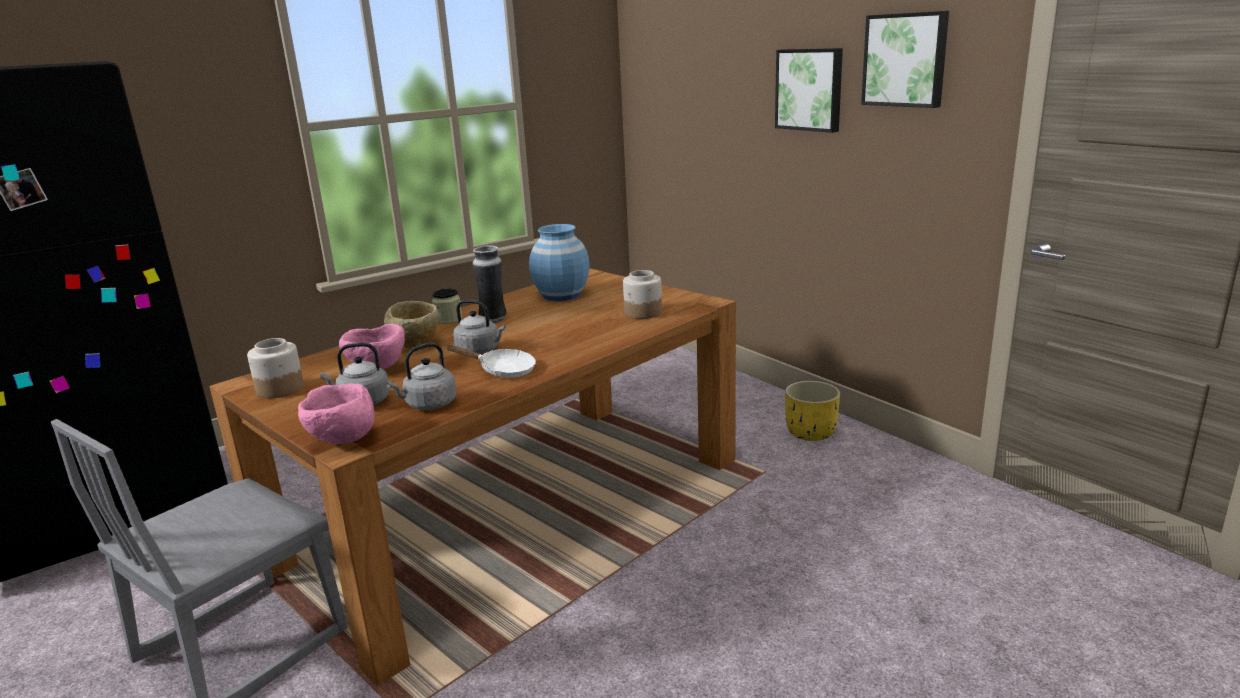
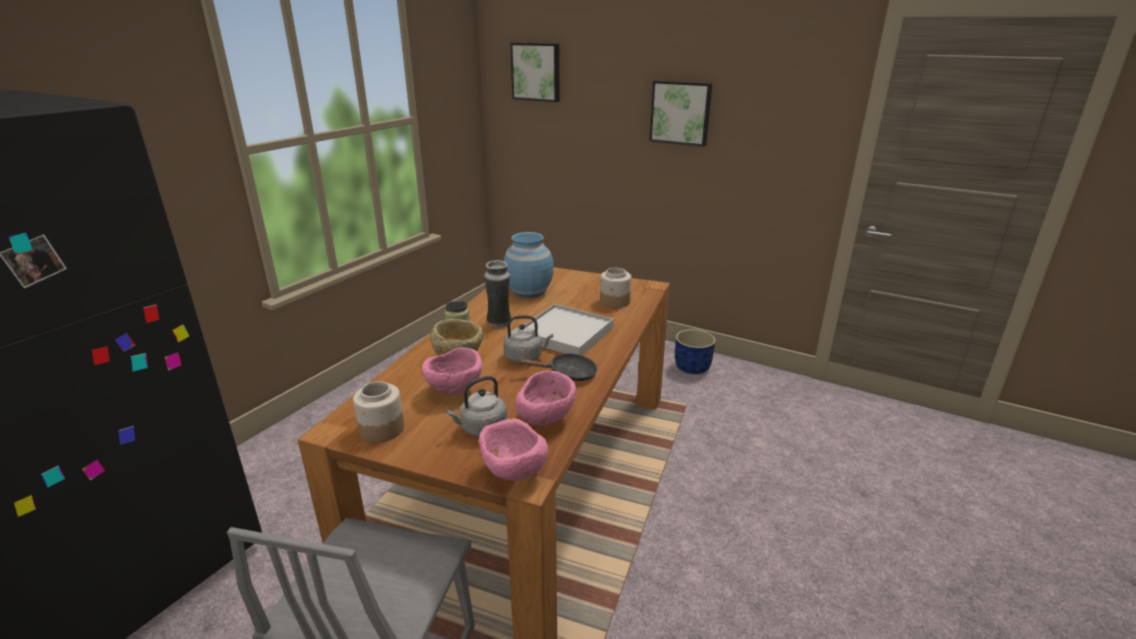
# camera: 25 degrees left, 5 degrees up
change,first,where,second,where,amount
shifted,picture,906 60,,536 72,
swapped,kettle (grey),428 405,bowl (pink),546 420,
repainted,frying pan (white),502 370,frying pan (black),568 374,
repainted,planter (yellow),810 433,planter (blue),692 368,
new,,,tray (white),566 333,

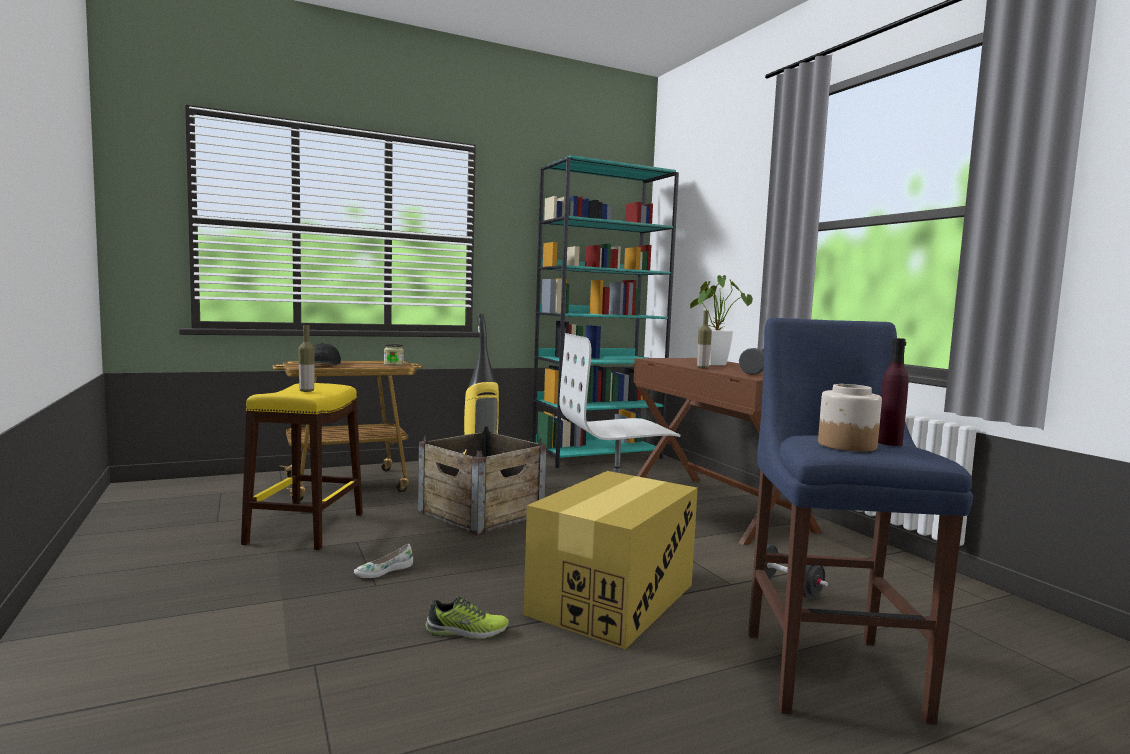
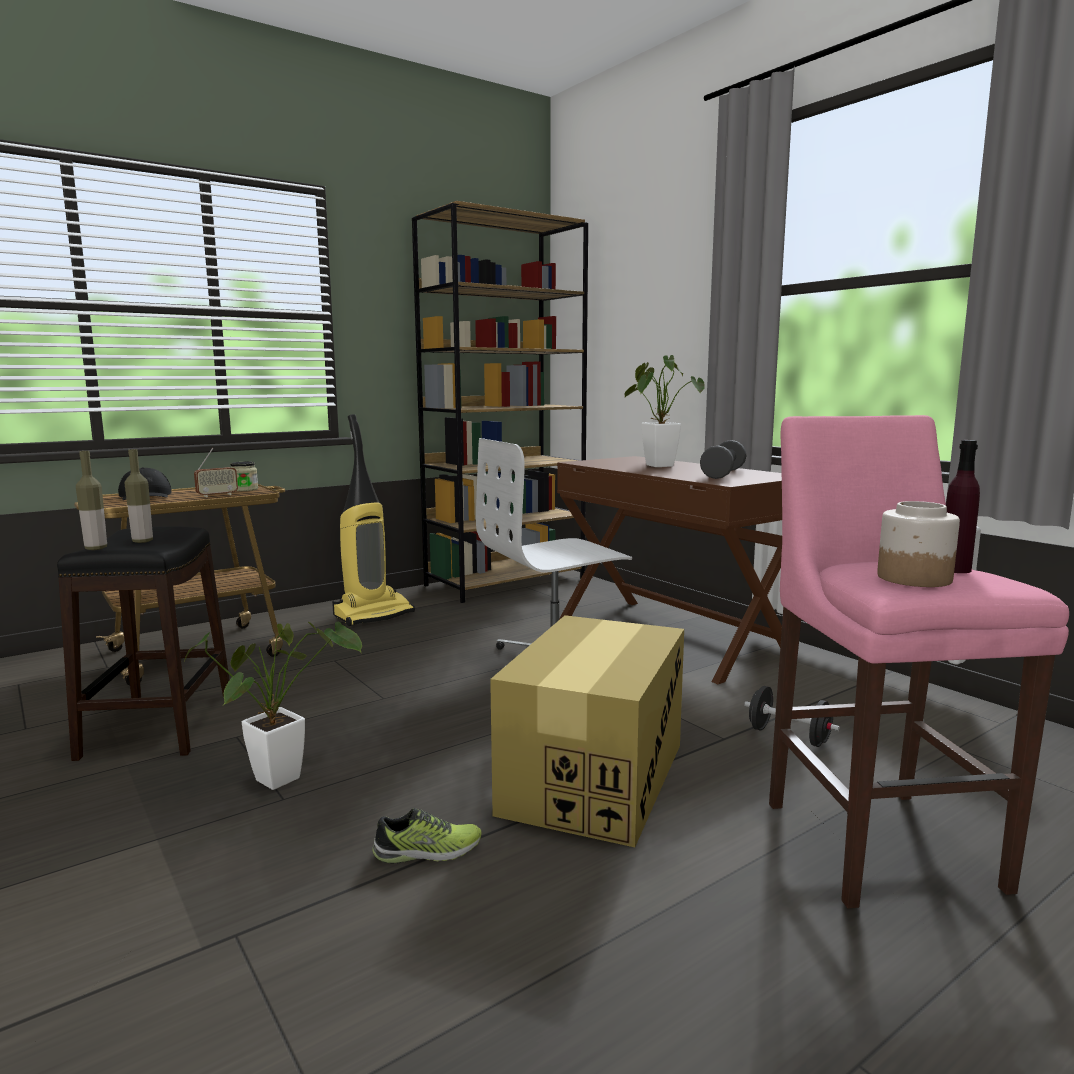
# camera: 10 degrees left, 5 degrees up
change,first,where,second,where,amount
repainted,bookcase (turquoise),597 456,bookcase (brown),506 582,
shifted,bottle,702 368,,96 548,
repainted,stool (blue),829 668,stool (pink),875 837,
repainted,stool (yellow),305 528,stool (black),157 725,
gone,crate,480 513,,,
swapped,shoe (white),383 571,potted plant,287 776,
new,,,radio,217 495,

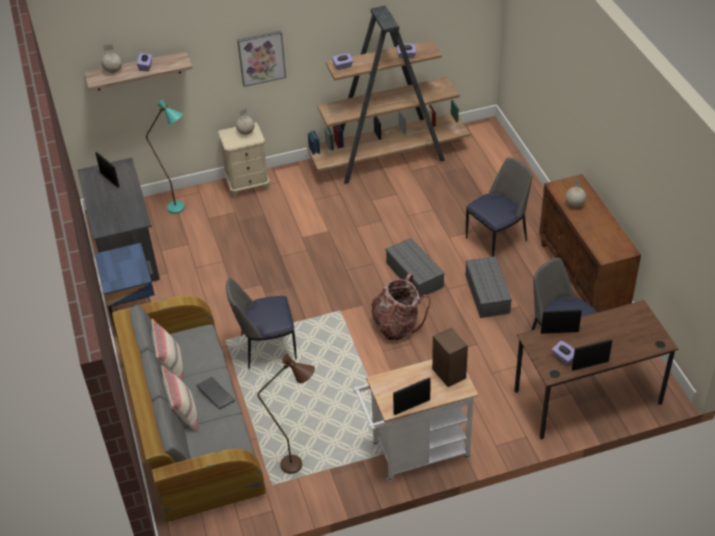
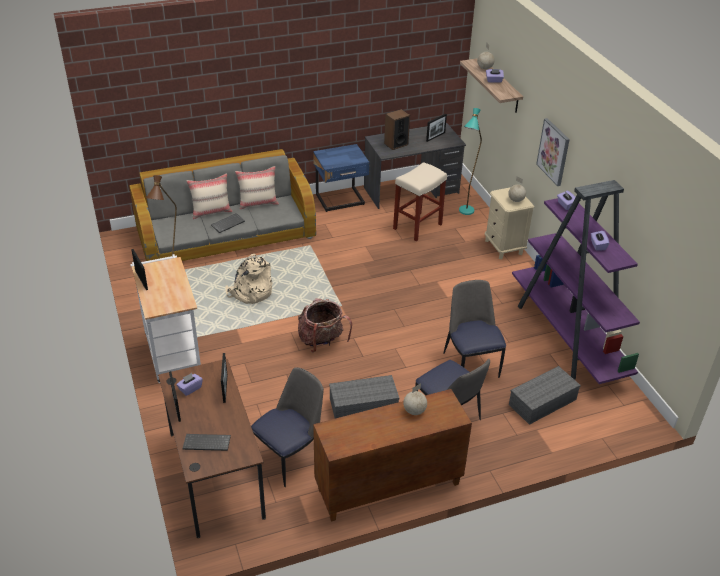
# camera: 85 degrees right, 5 degrees down
change,first,where,second,where,amount
repainted,bookcase (brown),389 157,bookcase (purple),567 337,
shifted,storage box (grey),415 275,,542 403,
shifted,chair,266 348,,470 364,
shifted,speaker,449 373,,396 144,
new,,,stool (beige),417 227,
new,,,backpack (beige),250 292,
new,,,keyboard,206 444,

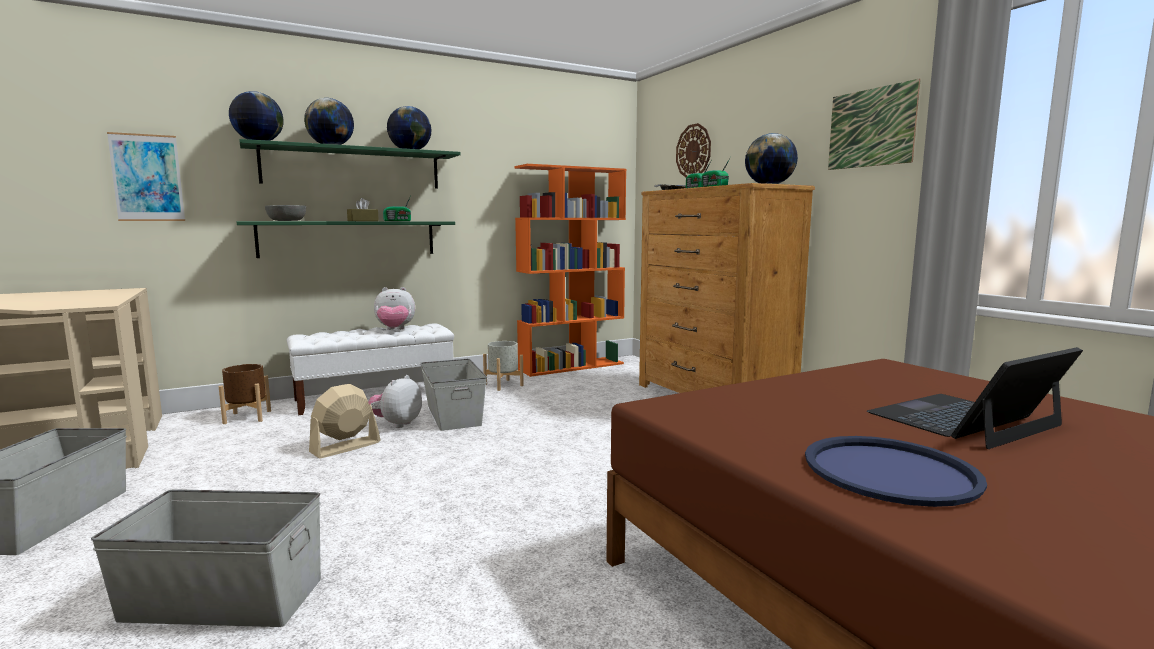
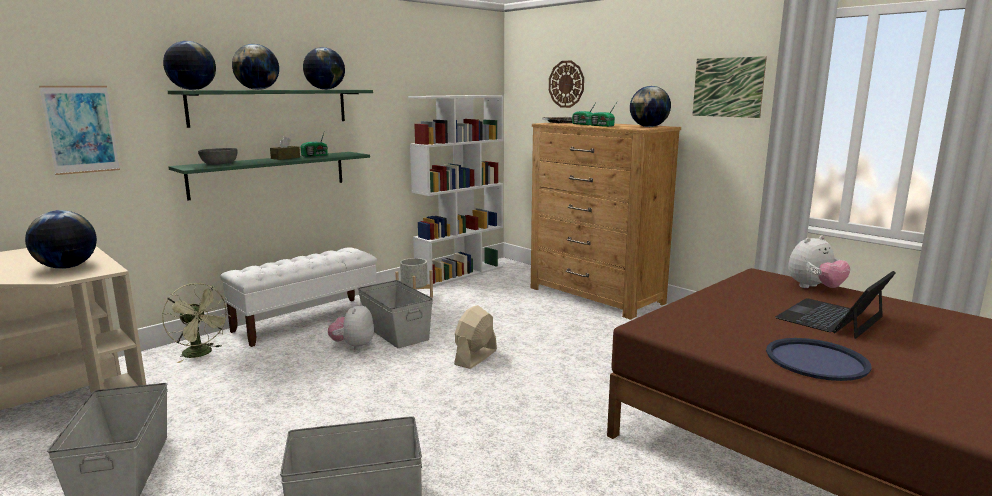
# camera: 15 degrees left, 5 degrees up
change,first,where,second,where,amount
repainted,bookcase (orange),572 366,bookcase (white),460 273,
shifted,plush toy,395 330,,814 288,
swapped,planter (brown),247 417,fan (green),201 354,
shifted,fan (beige),345 447,,475 357,
new,,,globe,67 267,

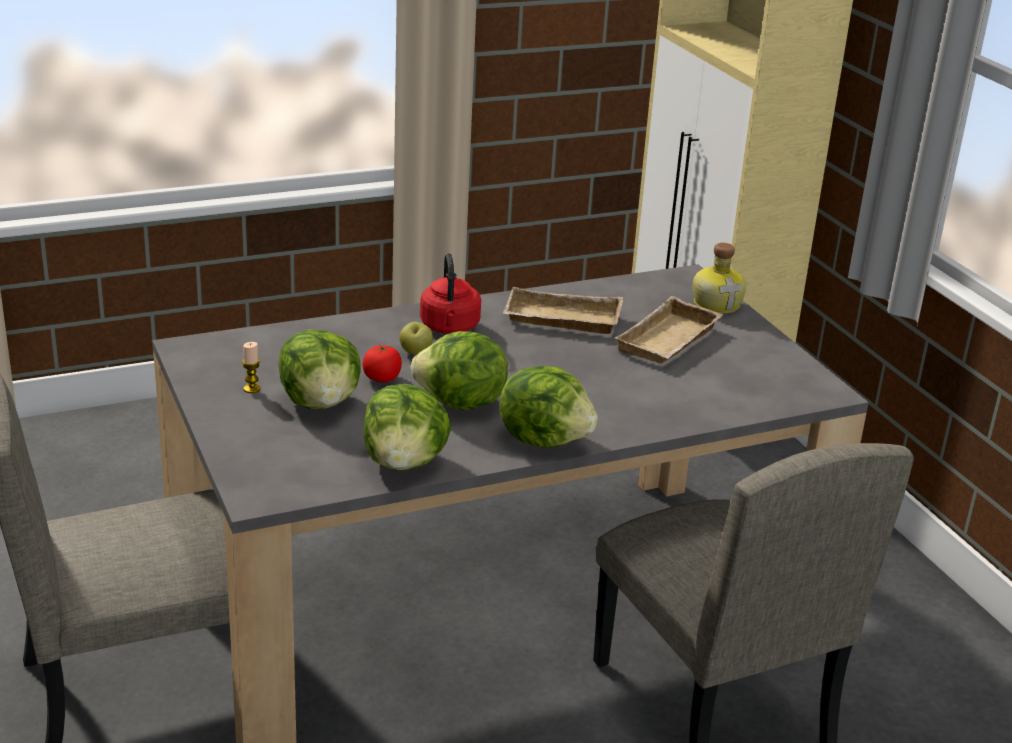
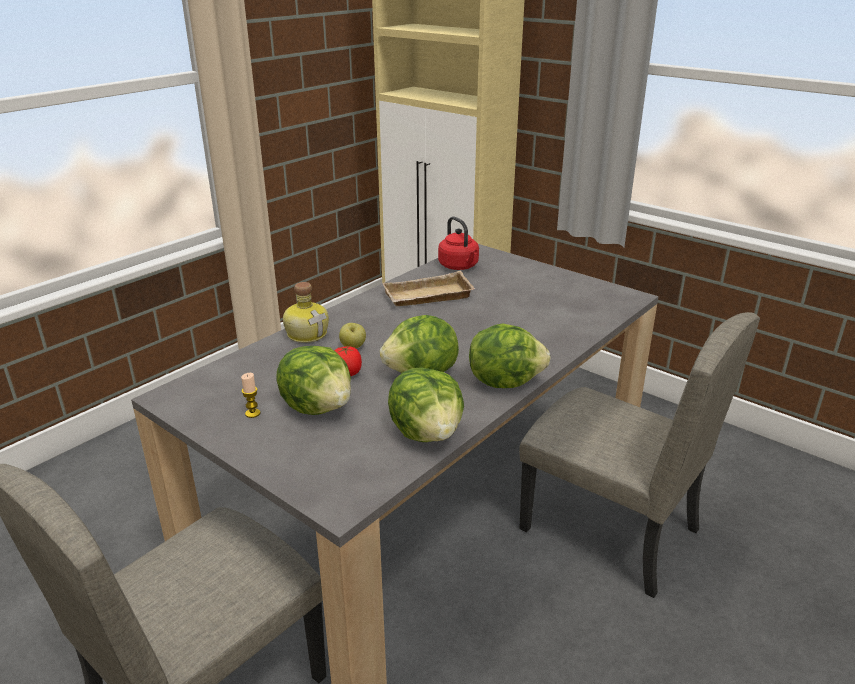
# camera: 25 degrees left, 0 degrees up
change,first,where,second,where,amount
shifted,bottle,717 304,,307 333,
shifted,kettle (red),450 328,,459 266,
gone,tray (beige),670 341,,,

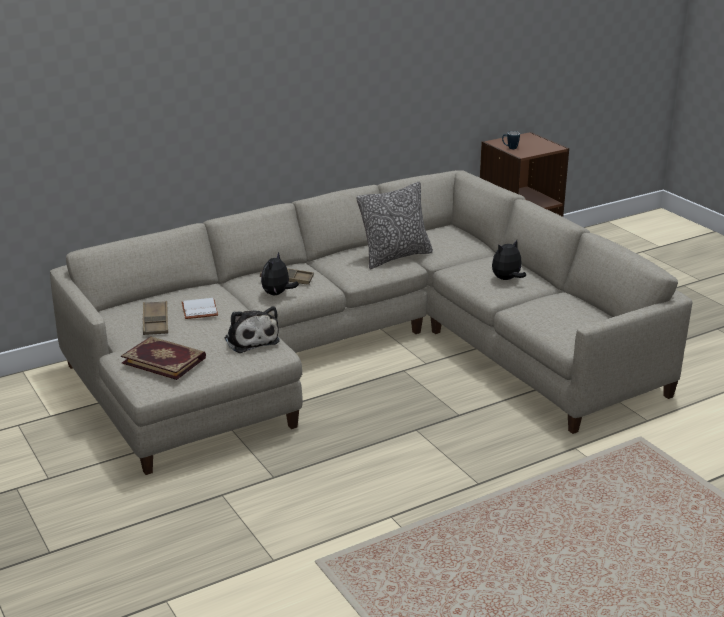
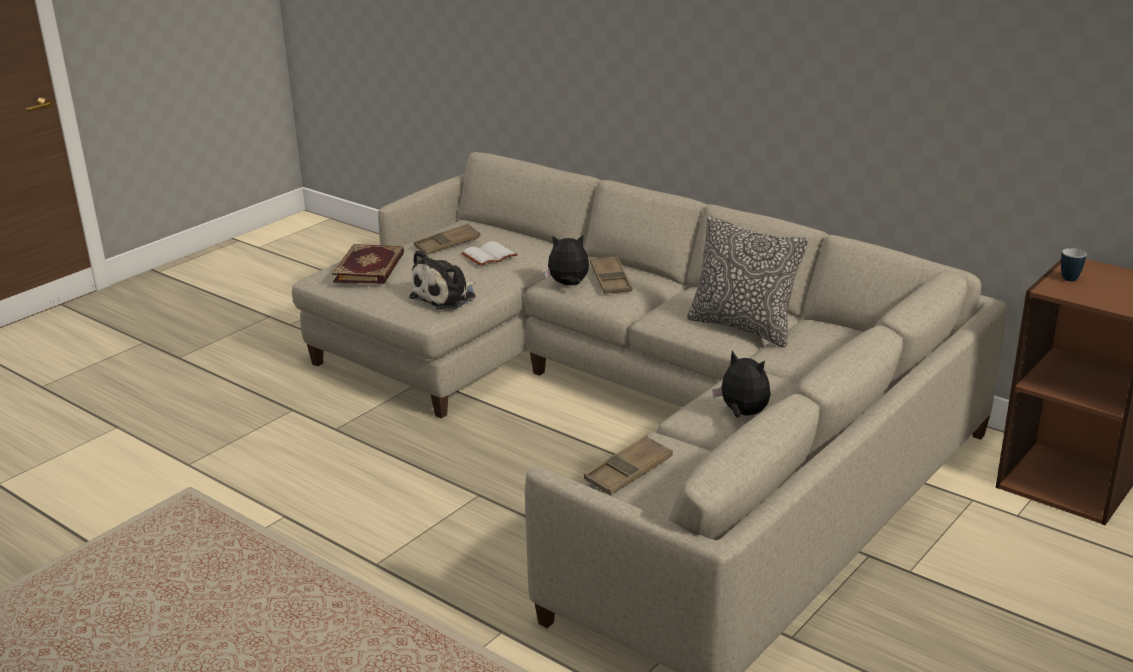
# camera: 70 degrees right, 0 degrees up
change,first,where,second,where,amount
new,,,tray (brown),628 471,

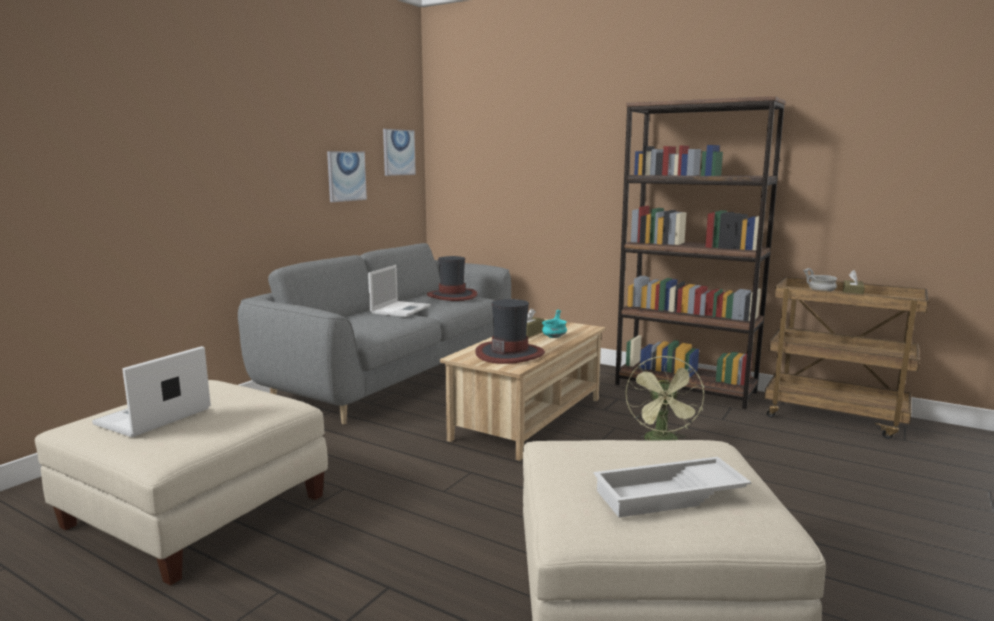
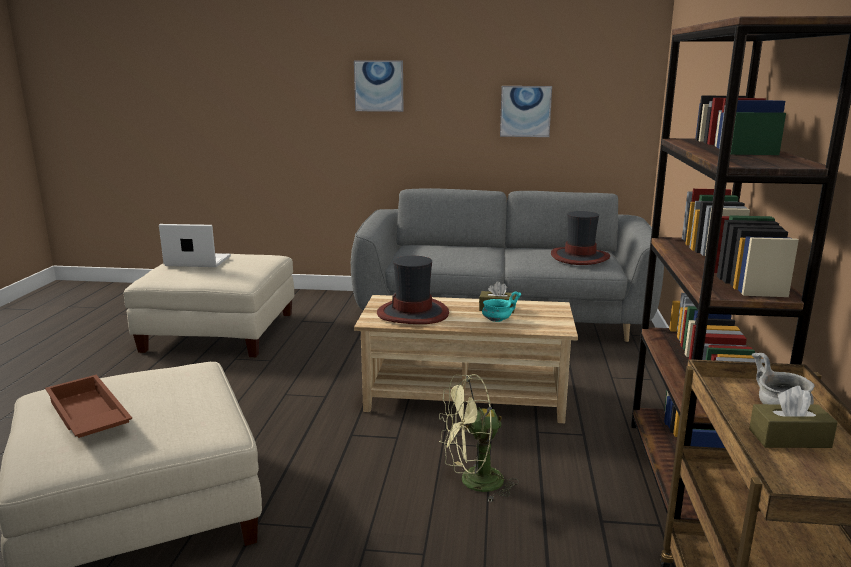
# camera: 65 degrees right, 5 degrees up
change,first,where,second,where,amount
shifted,picture,398 152,,379 86,
gone,laptop,401 309,,,
repainted,tray (white),669 496,tray (brown),86 417,

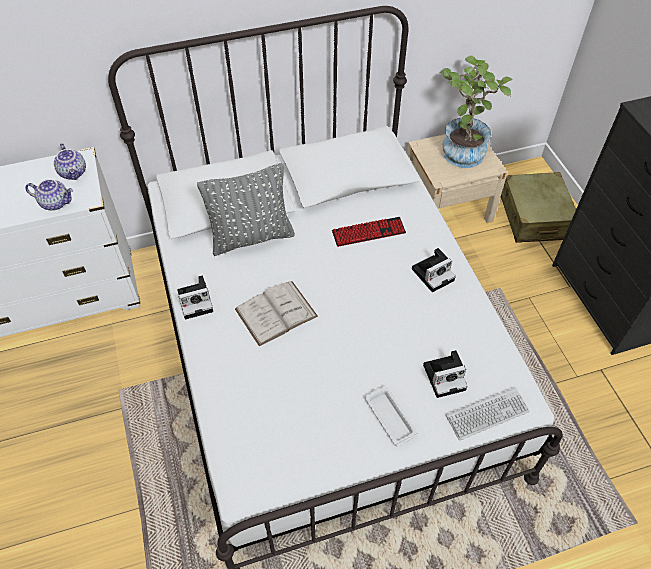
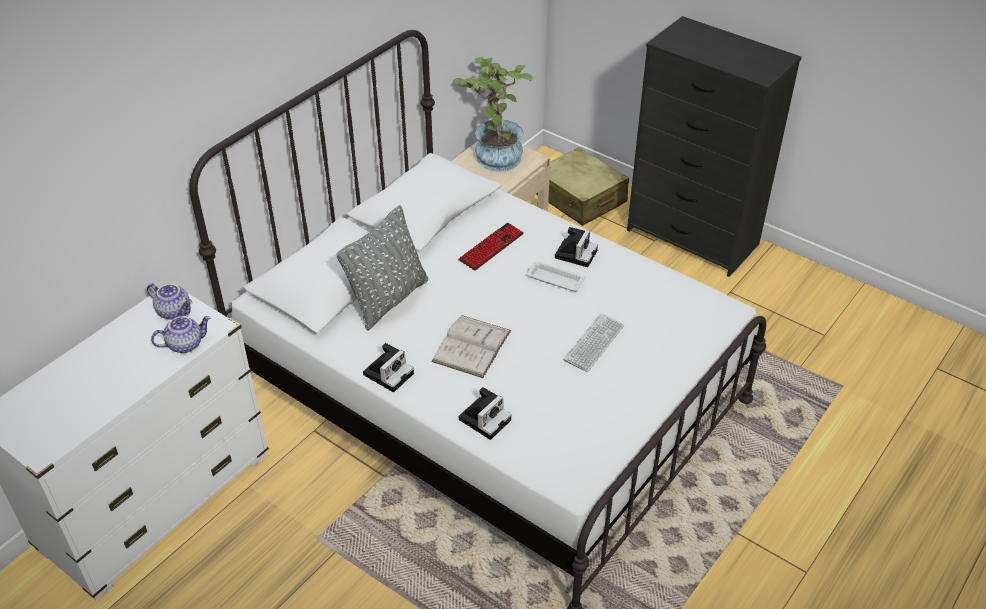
# camera: 35 degrees left, 10 degrees down
change,first,where,second,where,amount
shifted,photo camera,445 376,,485 418,
shifted,tray (white),389 416,,554 279,
shifted,keyboard,487 414,,594 343,

